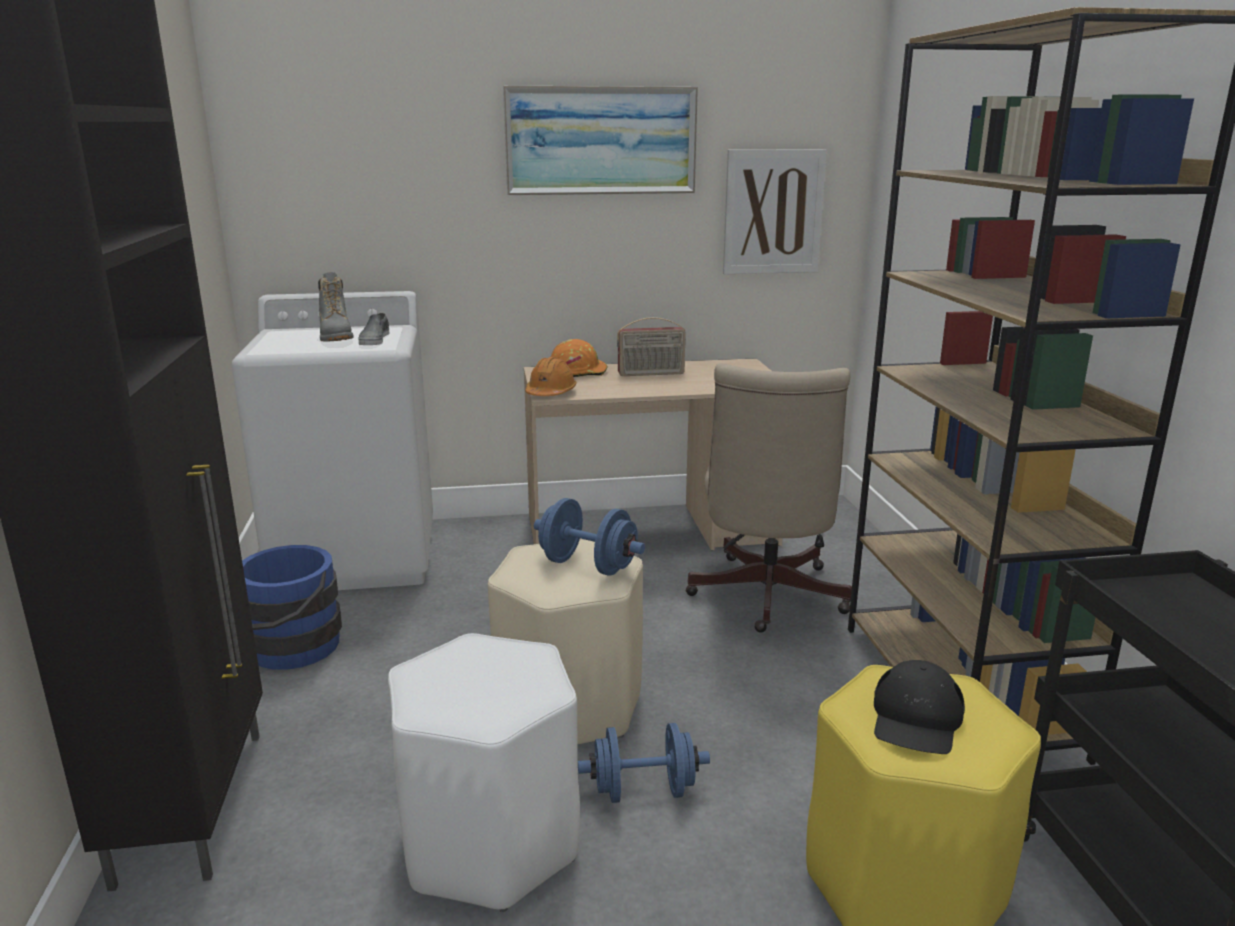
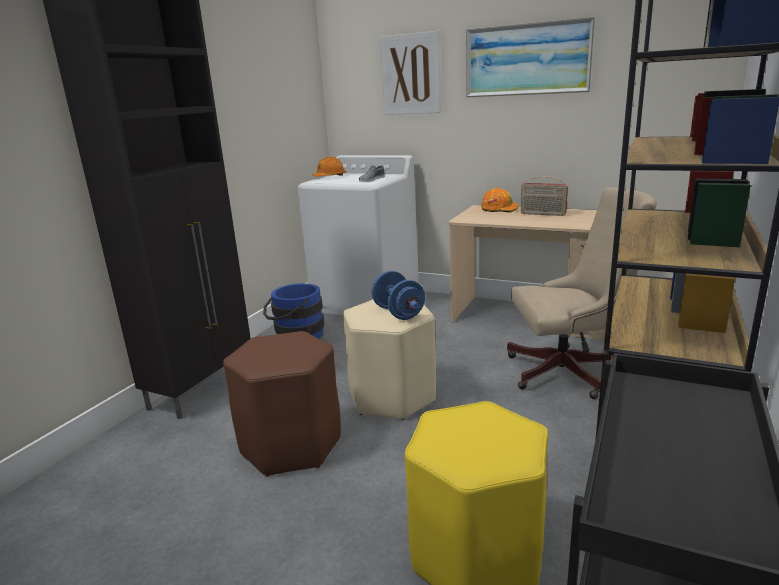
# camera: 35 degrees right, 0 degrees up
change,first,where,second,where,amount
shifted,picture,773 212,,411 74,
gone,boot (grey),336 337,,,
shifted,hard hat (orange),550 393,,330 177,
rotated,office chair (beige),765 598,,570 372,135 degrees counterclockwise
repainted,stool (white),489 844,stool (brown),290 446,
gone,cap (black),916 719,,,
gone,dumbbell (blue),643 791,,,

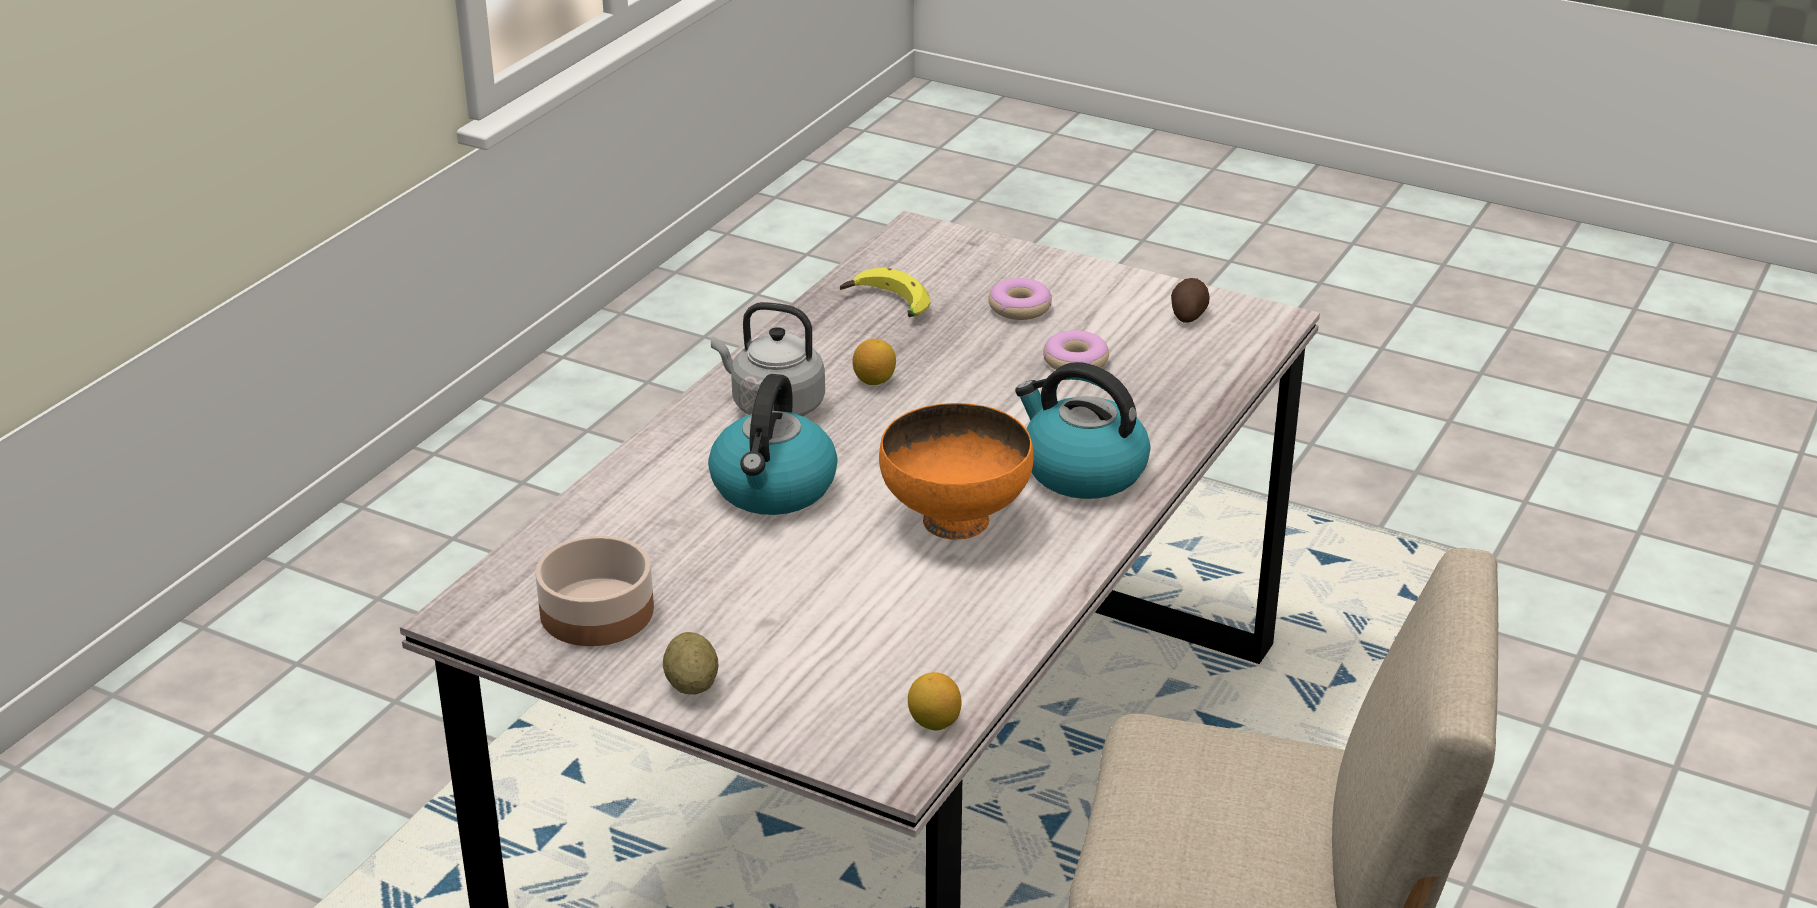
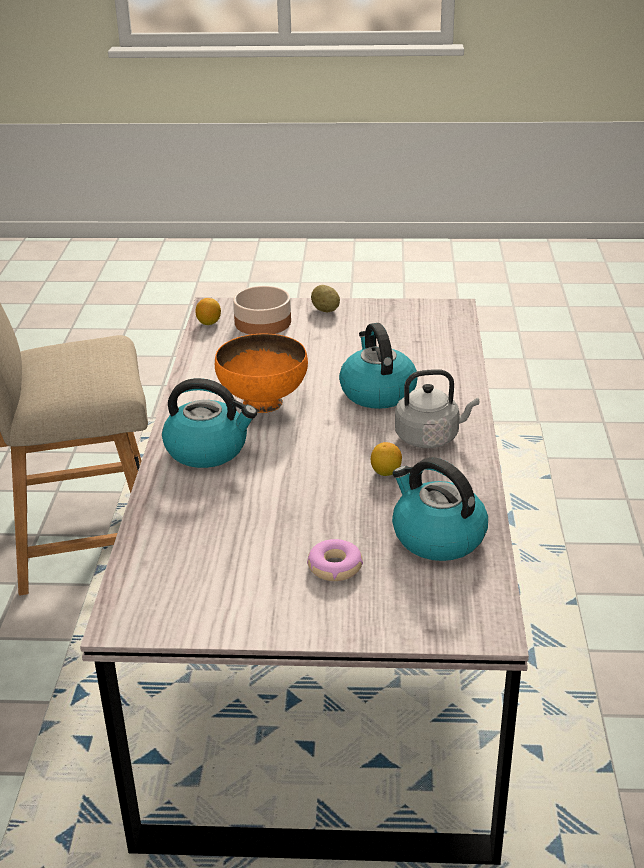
# camera: 155 degrees right, 0 degrees up
change,first,where,second,where,amount
swapped,banana,886 305,kettle,437 537,
gone,potato,1188 314,,,
gone,donut,1075 361,,,
shifted,bowl,598 611,,262 323,

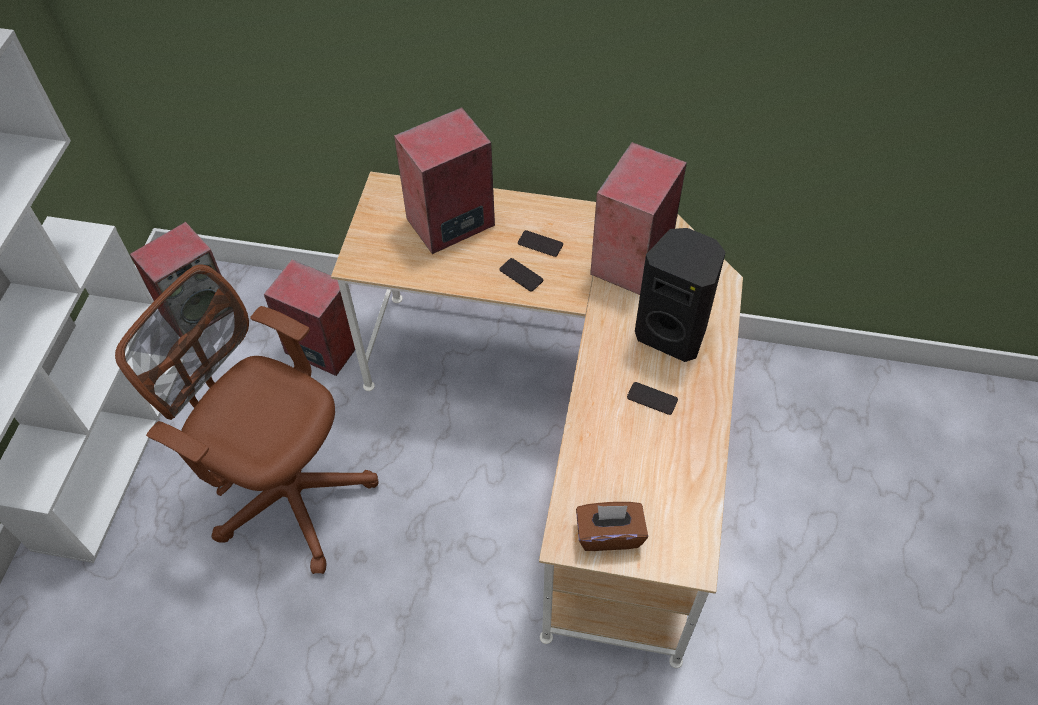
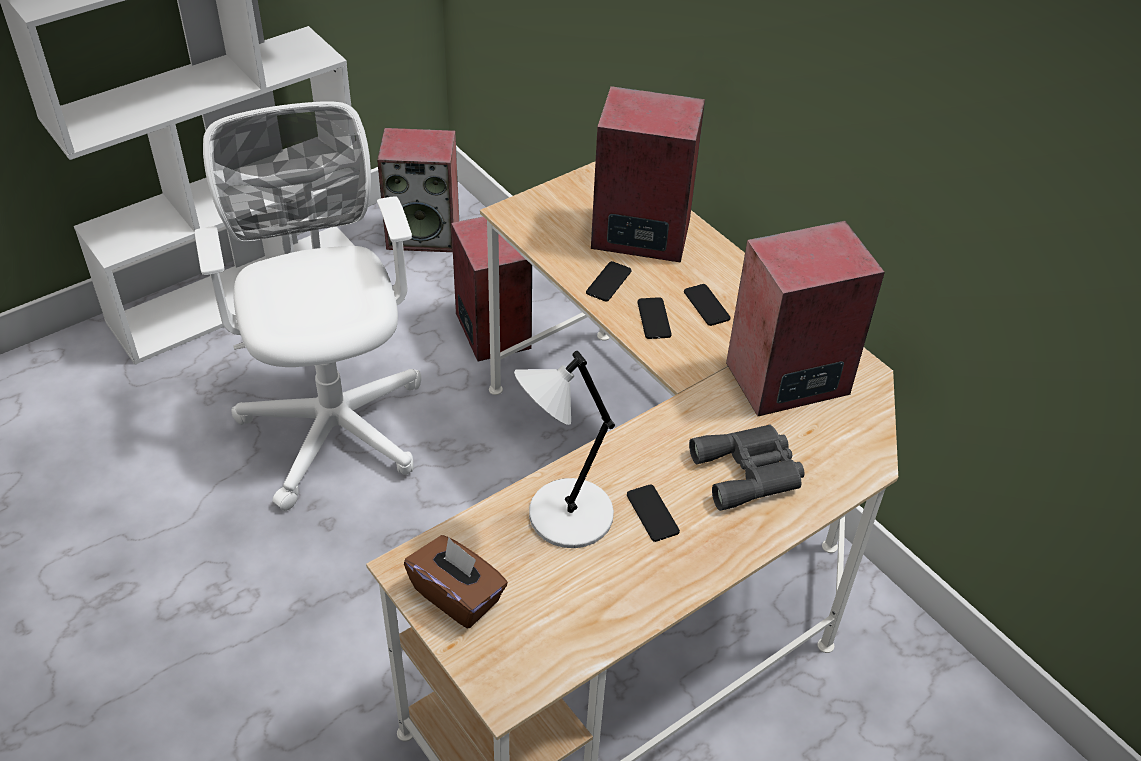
# camera: 40 degrees right, 10 degrees down
change,first,where,second,where,amount
swapped,speaker (black),673 333,binoculars (grey),750 472,
repainted,office chair (brown),286 488,office chair (white),333 420,
new,,,phone,608 282,
new,,,table lamp (grey),566 517,

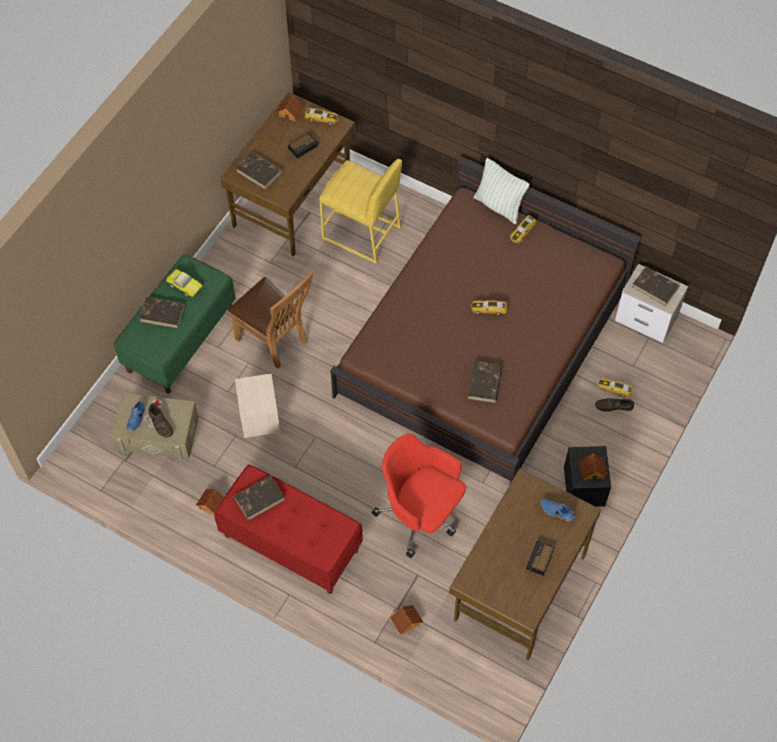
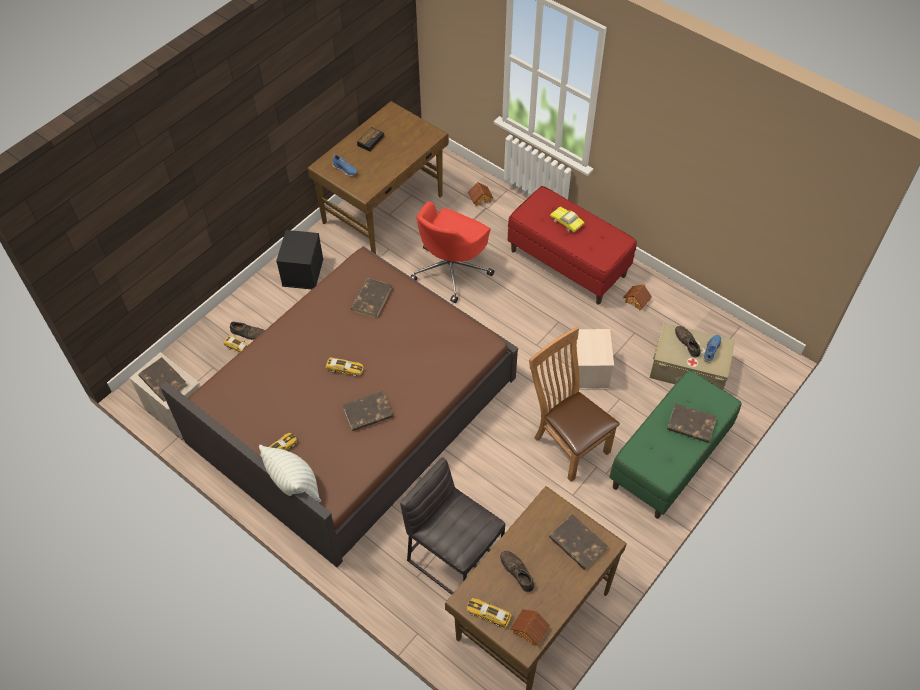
# camera: 170 degrees left, 5 degrees down
change,first,where,second,where,amount
swapped,alarm clock,304 147,shoe (brown),517 572,
repainted,stool (yellow),361 233,stool (grey),454 558,
shifted,toy car,185 284,,566 222,
rotated,office chair (red),421 514,,451 269,75 degrees clockwise
gone,toy house,592 470,,,
shifted,book (brown),259 498,,367 413,

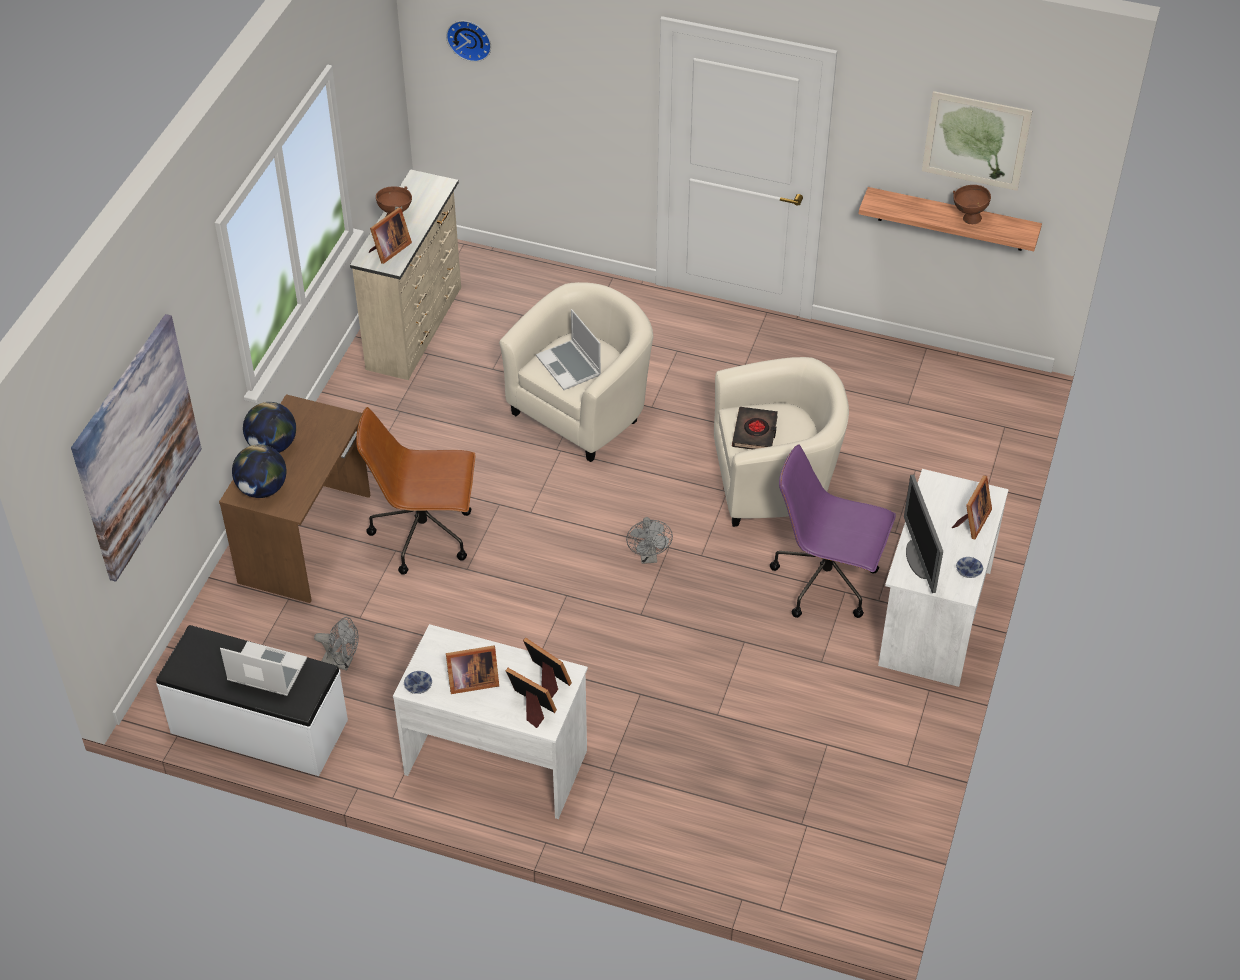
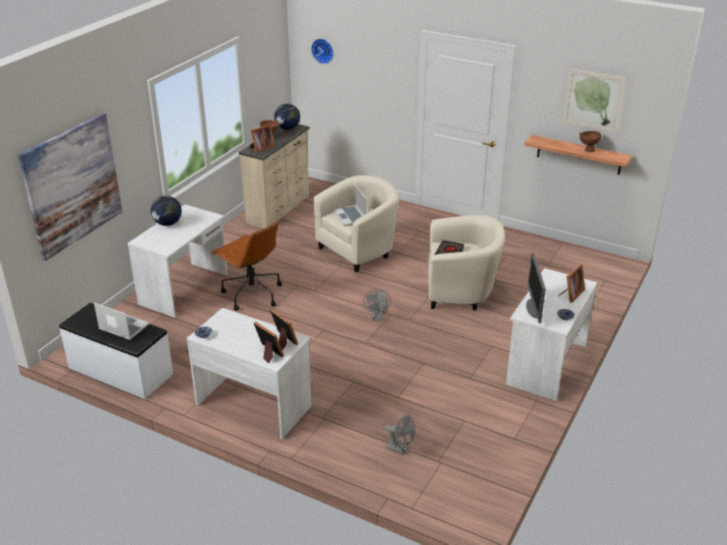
# camera: 10 degrees right, 15 degrees down
change,first,where,second,where,amount
repainted,desk (brown),307 538,desk (white),185 289,
rotated,office chair (brown),425 534,,251 294,150 degrees counterclockwise
shifted,globe,262 489,,287 128,
gone,office chair (purple),827 582,,,
shifted,fan (grey),342 662,,400 449,
gone,picture frame,471 681,,,

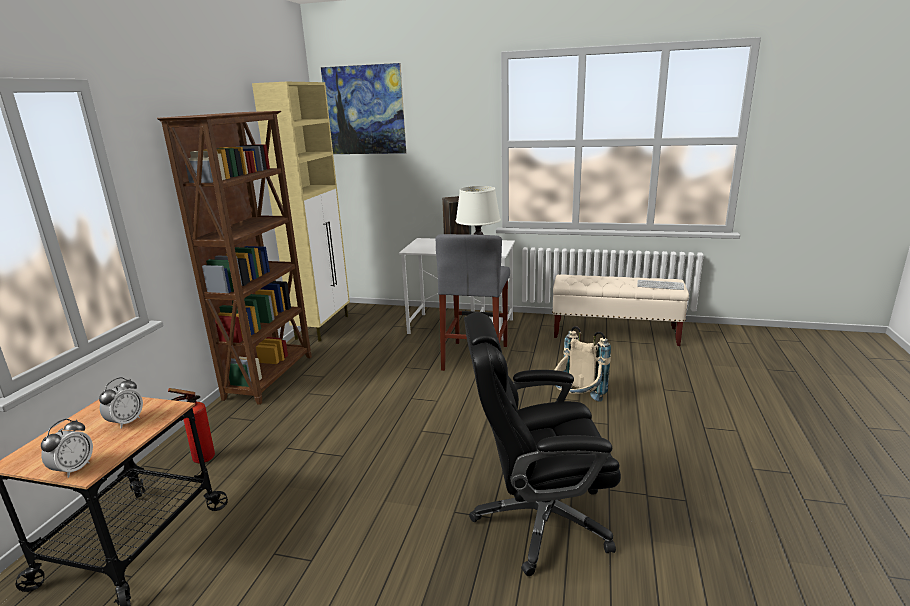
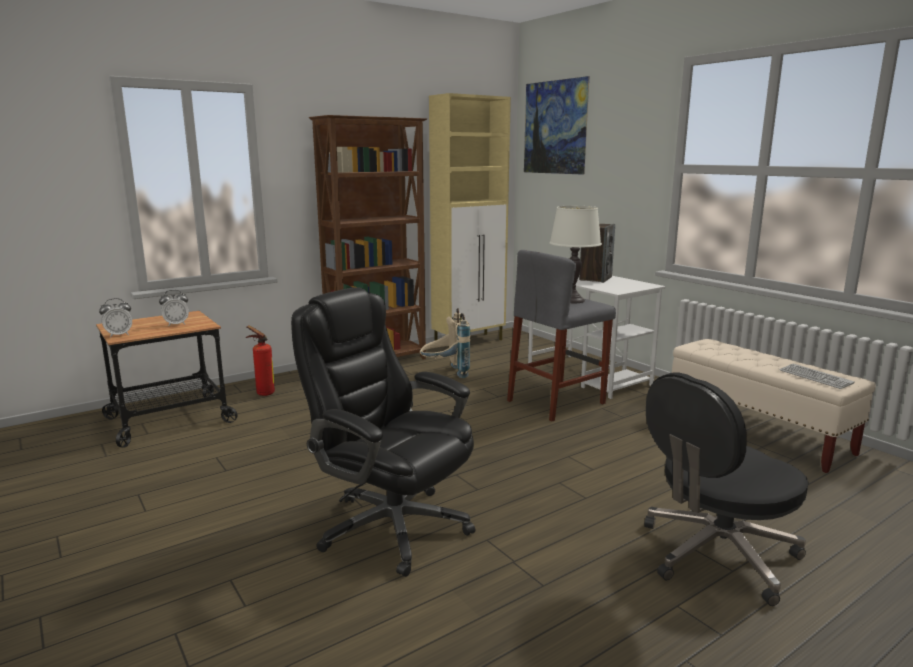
# camera: 40 degrees right, 5 degrees down
change,first,where,second,where,amount
shifted,backpack (beige),577 402,,445 373,
new,,,office chair (black),716 555,

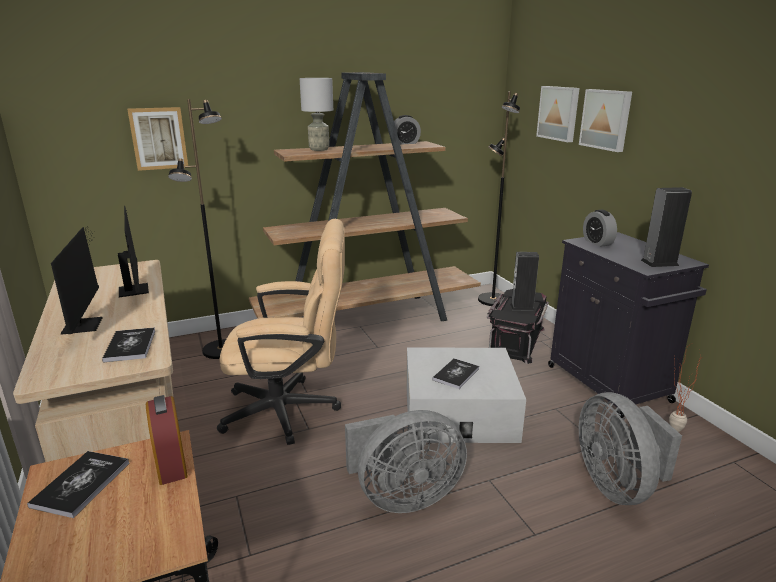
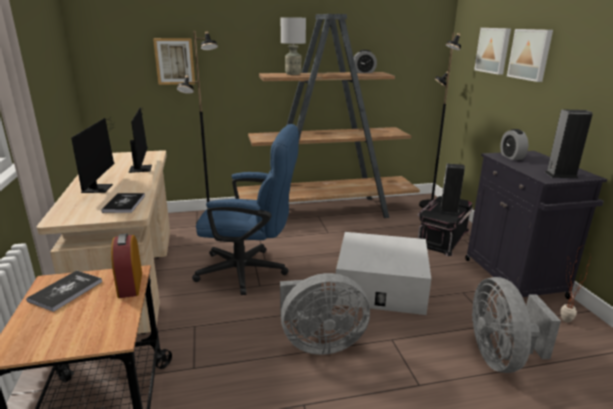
# camera: 10 degrees right, 0 degrees up
change,first,where,second,where,amount
repainted,office chair (beige),291 410,office chair (blue),250 271,
gone,book,456 374,,,

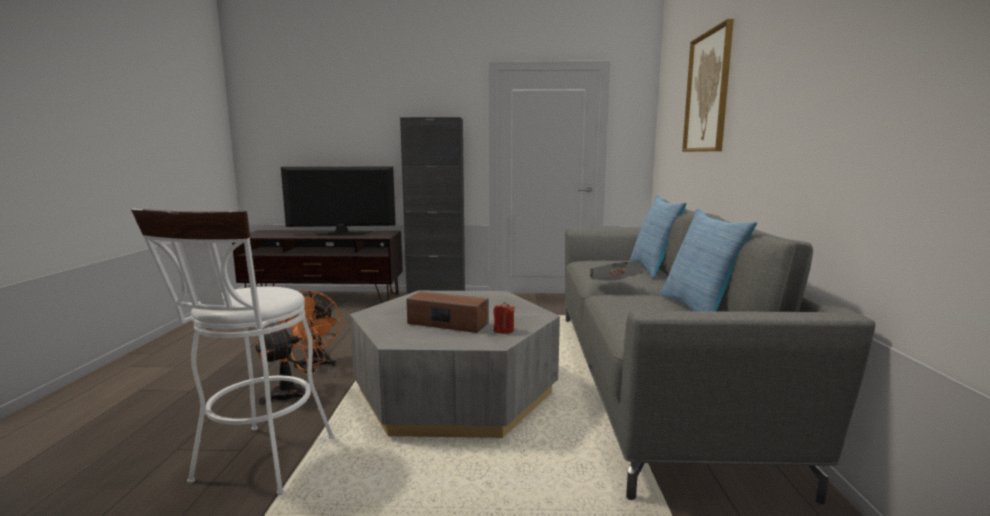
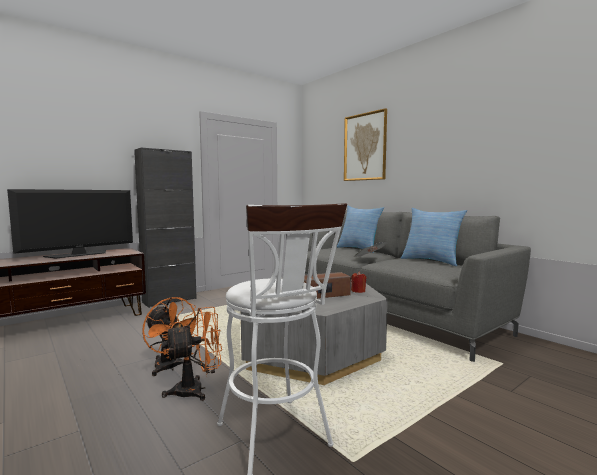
# camera: 40 degrees left, 5 degrees down
change,first,where,second,where,amount
rotated,fan (orange),296 392,,196 390,60 degrees clockwise

